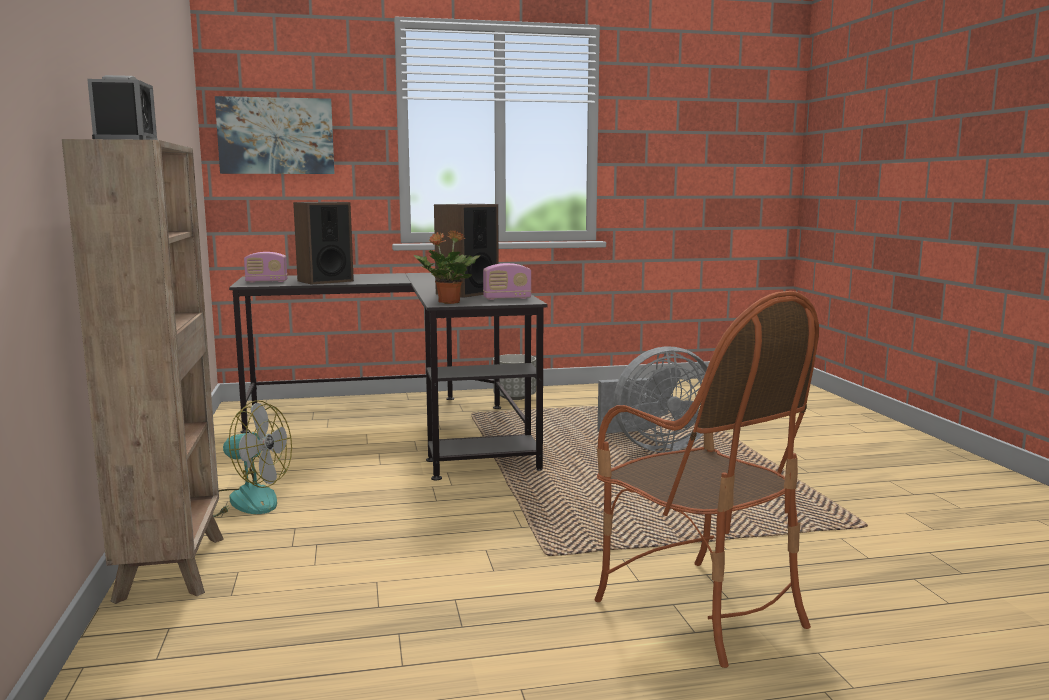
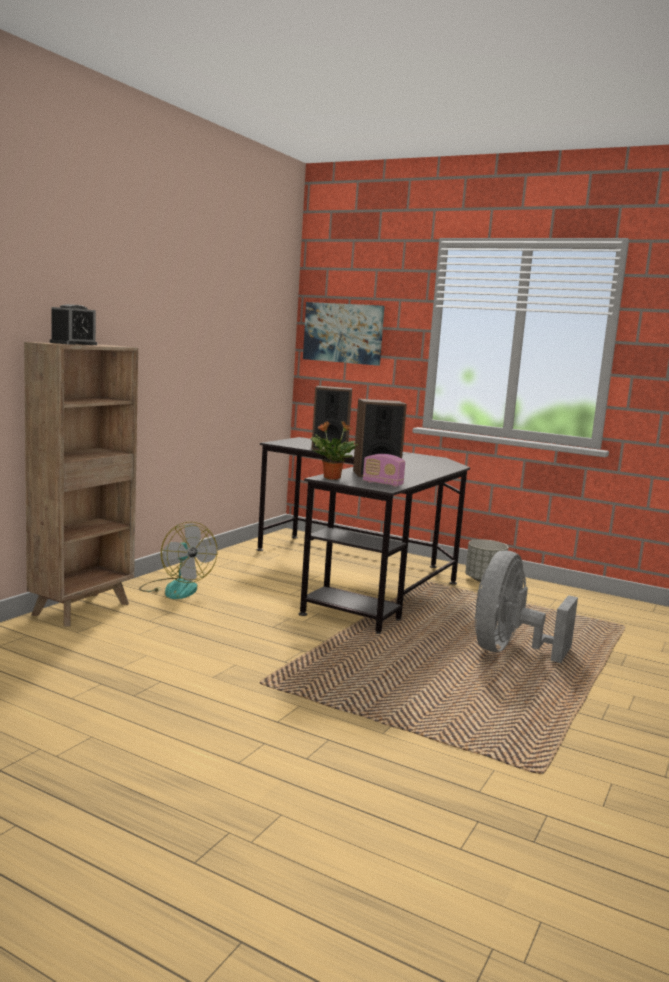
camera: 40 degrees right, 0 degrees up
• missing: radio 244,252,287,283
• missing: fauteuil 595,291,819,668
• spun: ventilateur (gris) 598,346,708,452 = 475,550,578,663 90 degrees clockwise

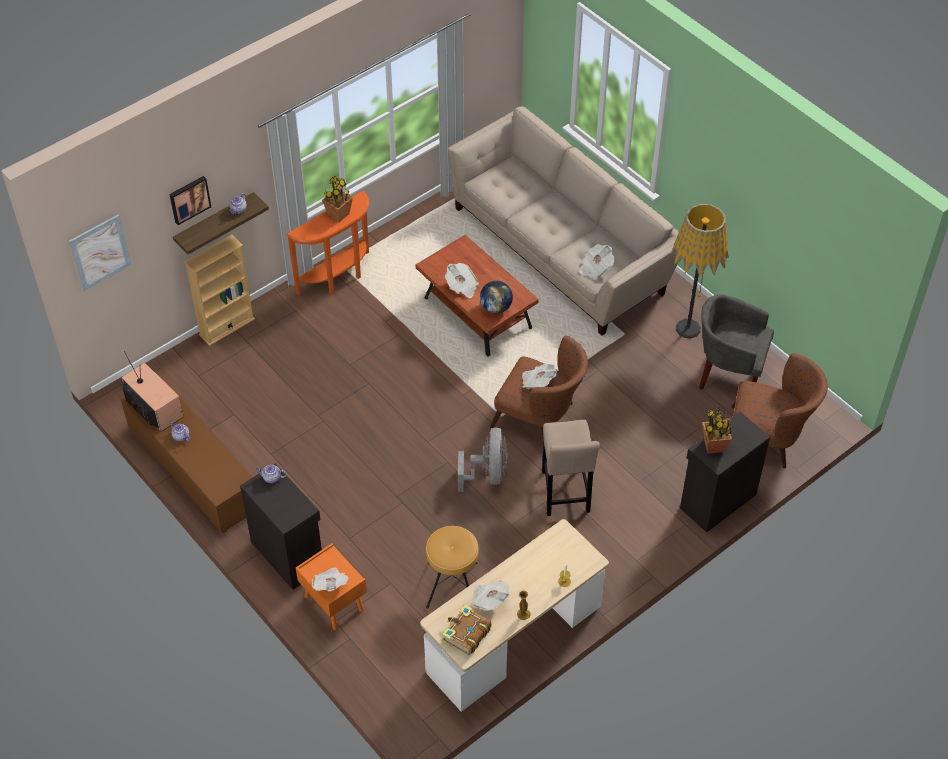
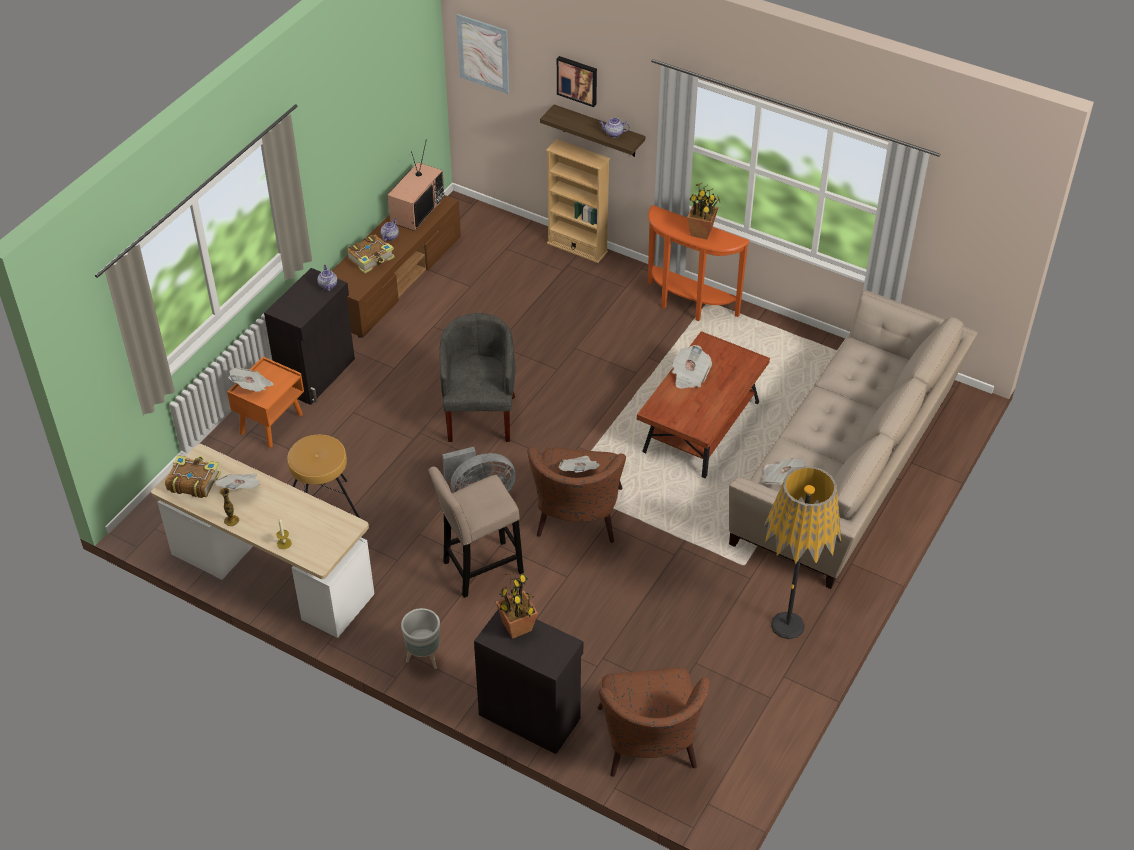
camera: 70 degrees right, 5 degrees down
• missing: globe 480,281,513,314
• relocated: fauteuil (gris) 699,294,774,390 to 439,313,515,442
• appeared: livre 346,234,395,274
• appeared: cache-pot (gris) 401,608,440,669

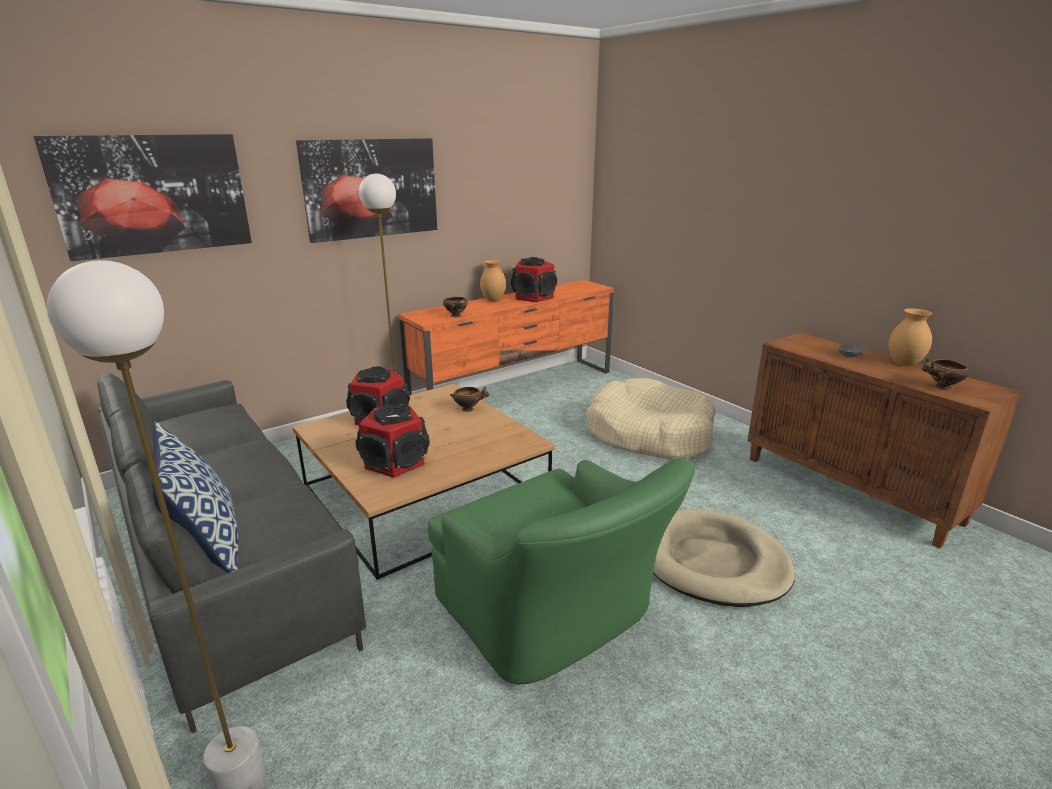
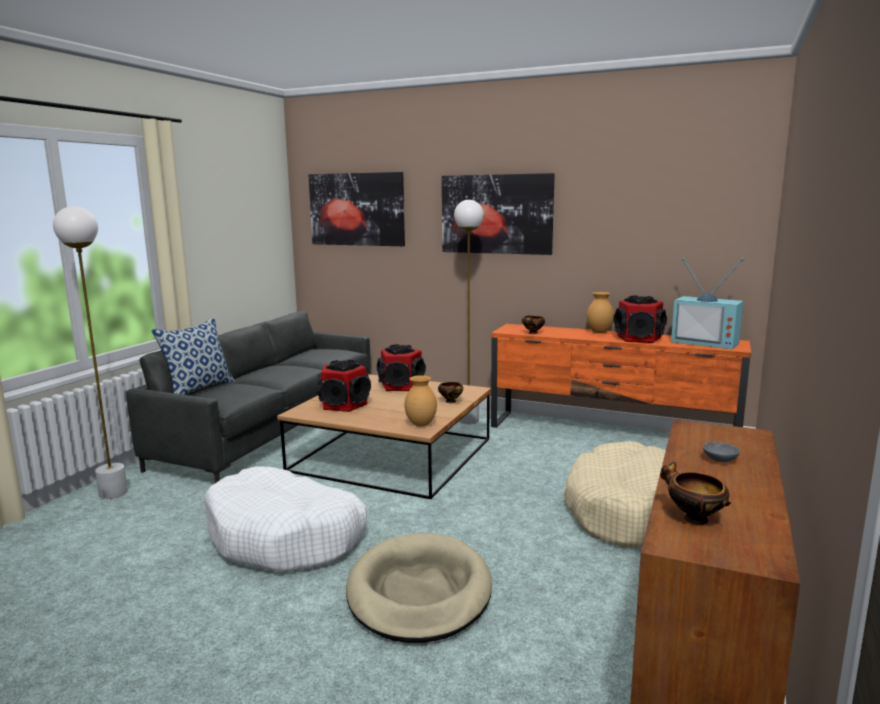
camera: 60 degrees right, 10 degrees down
• exchanged: fauteuil (vert) 428,458,695,684 to panier pour chien (blanc) 204,466,367,572
• relocated: vase (marron) 888,308,932,366 to 405,375,437,426
• appeared: téléviseur 671,258,744,349

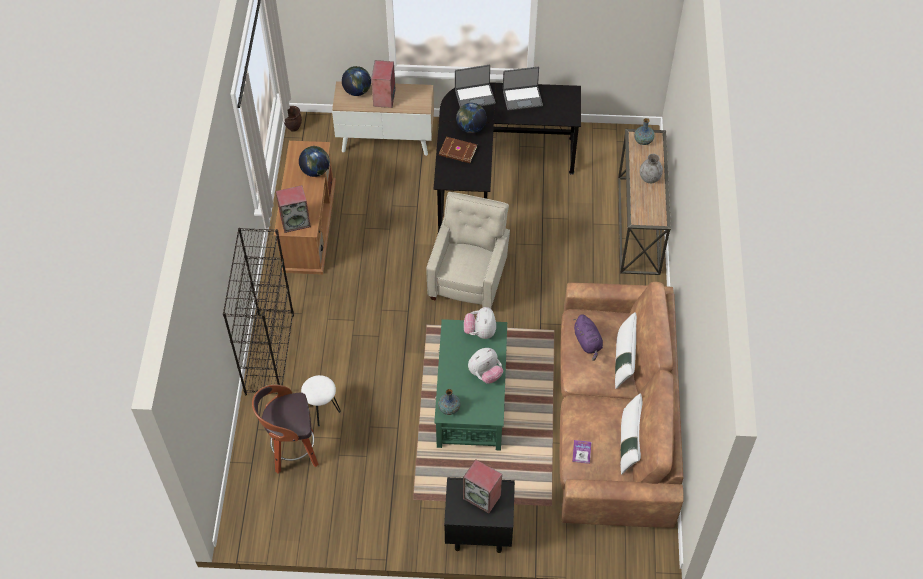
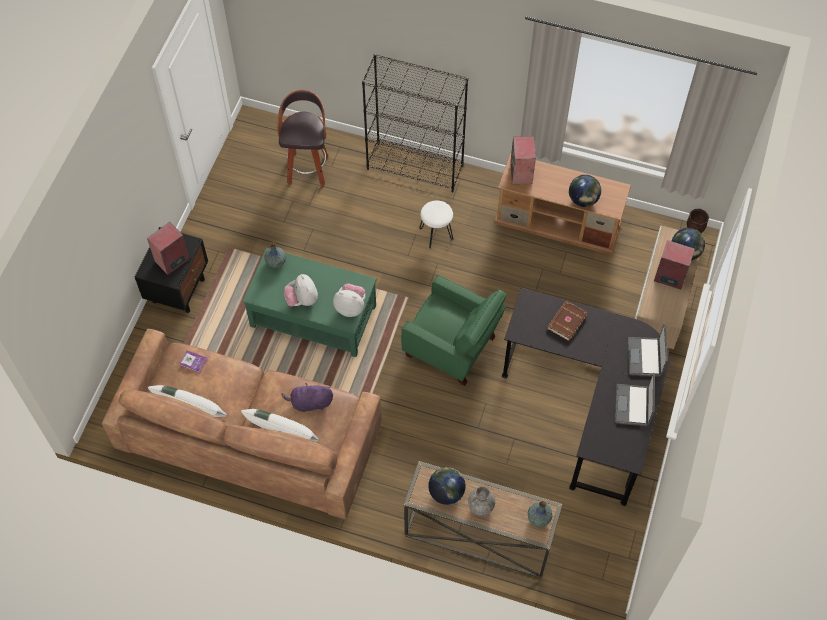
camera: 105 degrees right, 5 degrees up
• relocated: tabouret (blanc) 301,375,341,426 to 419,200,453,249
• colour: fauteuil (beige) 426,192,510,309 to fauteuil (vert) 401,275,506,386
• relocated: globe 456,103,487,133 to 428,467,465,505

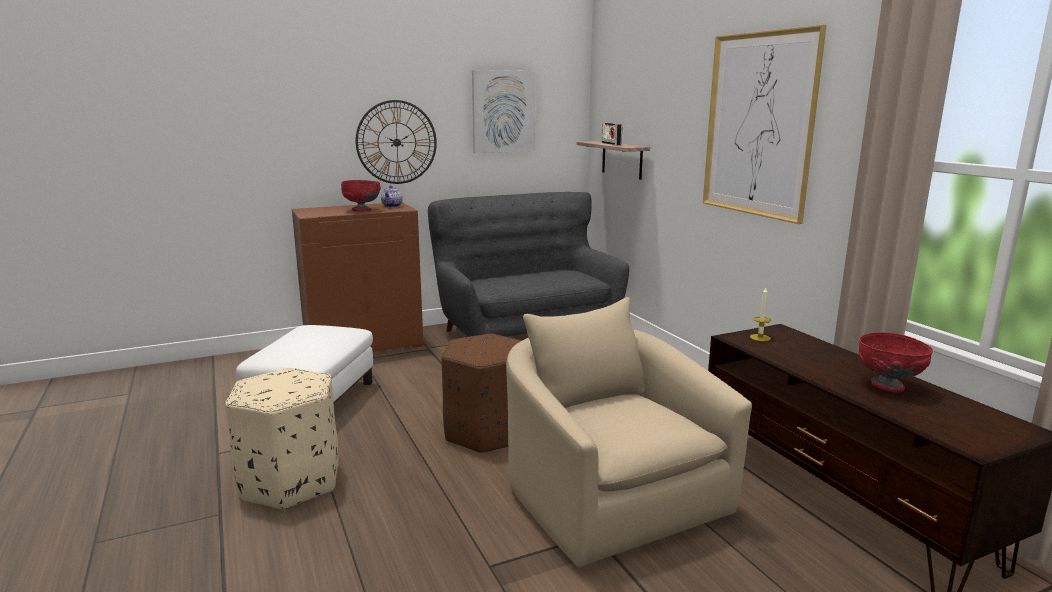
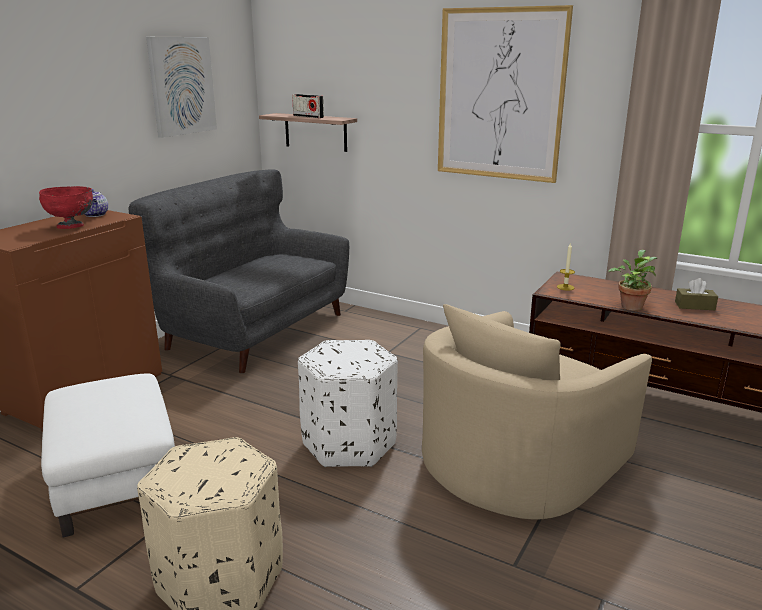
camera: 35 degrees left, 5 degrees up
• missing: horloge murale 356,100,437,184
• colour: pouf (marron) 441,333,522,454 to pouf (blanc) 298,340,398,467
• spun: fauteuil (beige) 506,297,752,567 = 422,304,652,519 75 degrees counterclockwise
• exchanged: bol (rouge) 858,332,933,393 to boîte à mouchoirs (marron) 675,278,718,310
• appeared: plante en pot 608,250,657,311

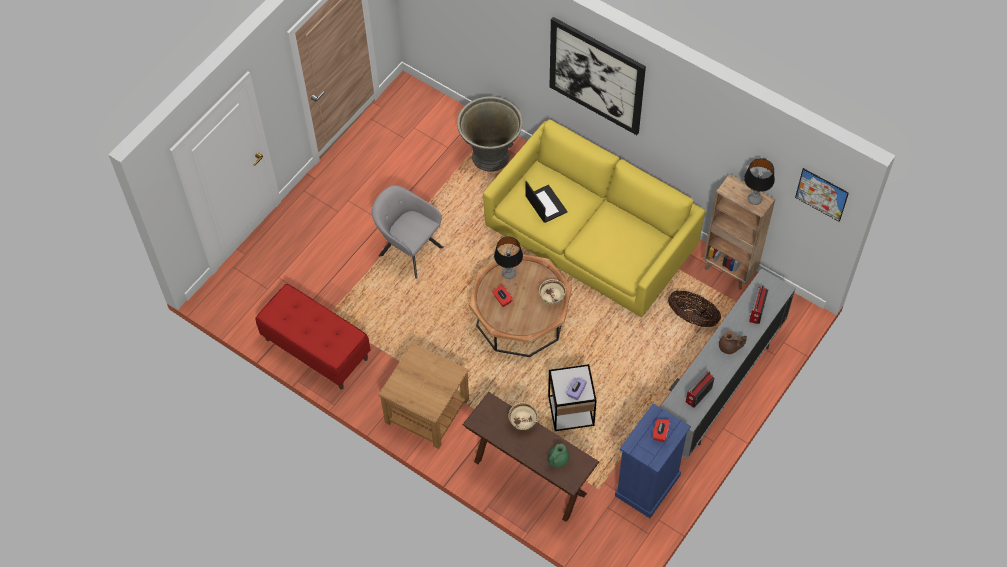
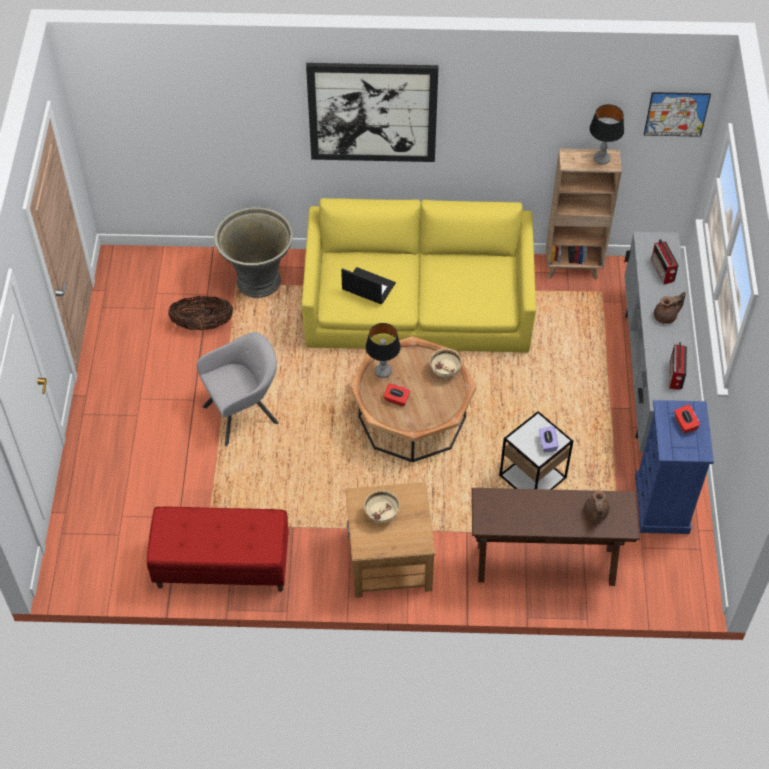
camera: 35 degrees left, 5 degrees down
• spun: fauteuil (gris) 372,185,444,279 = 197,332,279,446 150 degrees clockwise
• relocated: bol (beige) 509,402,538,430 to 364,490,400,523
• colour: théière (vert) 548,444,569,467 to théière (marron) 584,491,609,522
• relocated: panier 668,290,721,327 to 168,296,233,330

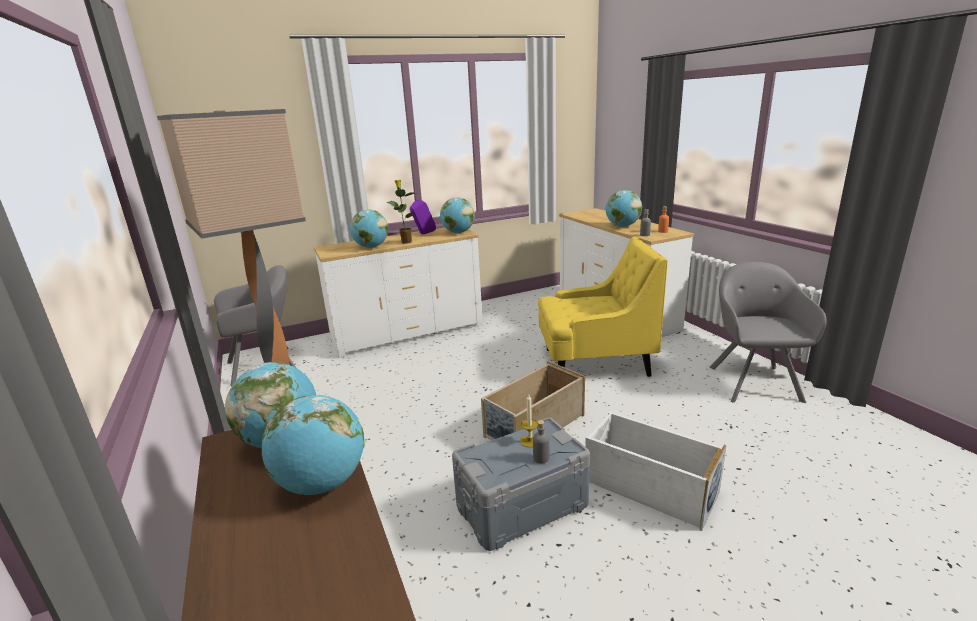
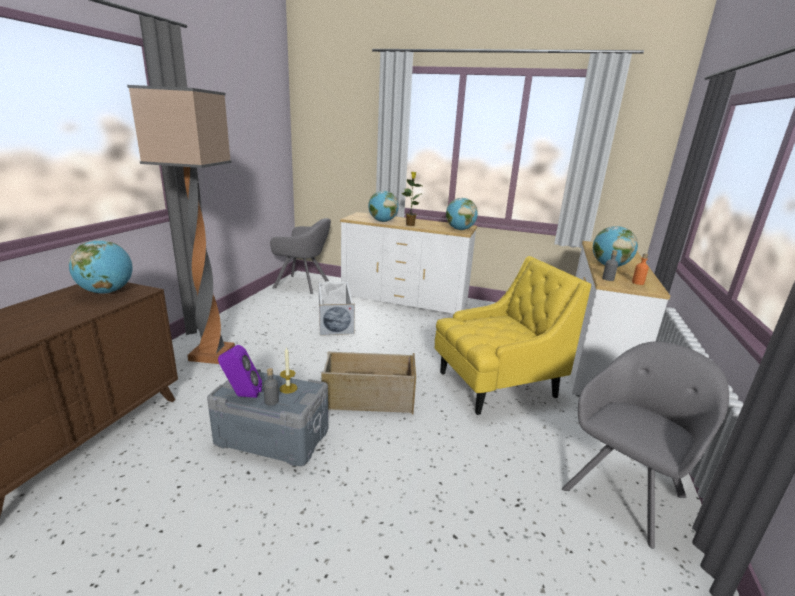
camera: 40 degrees right, 0 degrees up
• missing: globe 262,395,365,495
• relocated: enceinte (violet) 410,200,436,234 to 218,345,262,398
• spun: fauteuil (jaune) 538,237,668,377 = 435,256,591,415 60 degrees counterclockwise
• relocated: boîte de rangement (blanc) 585,411,726,531 to 319,282,355,335

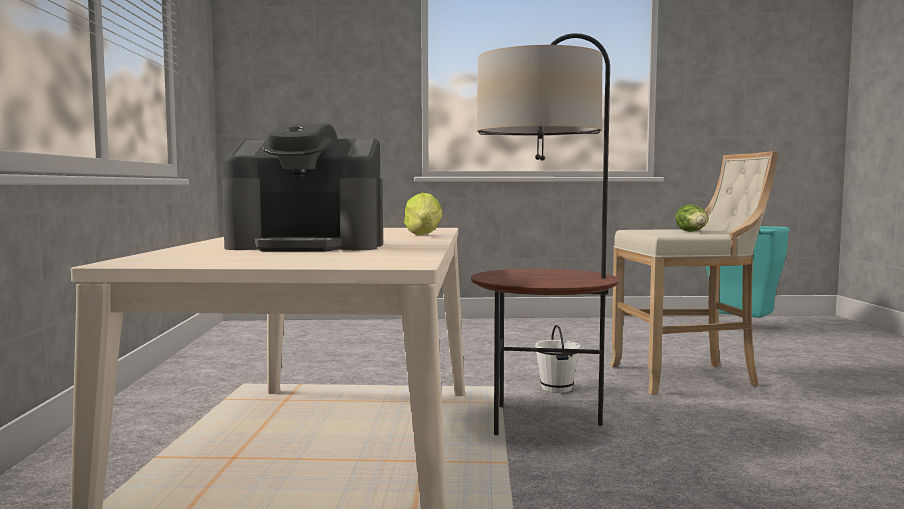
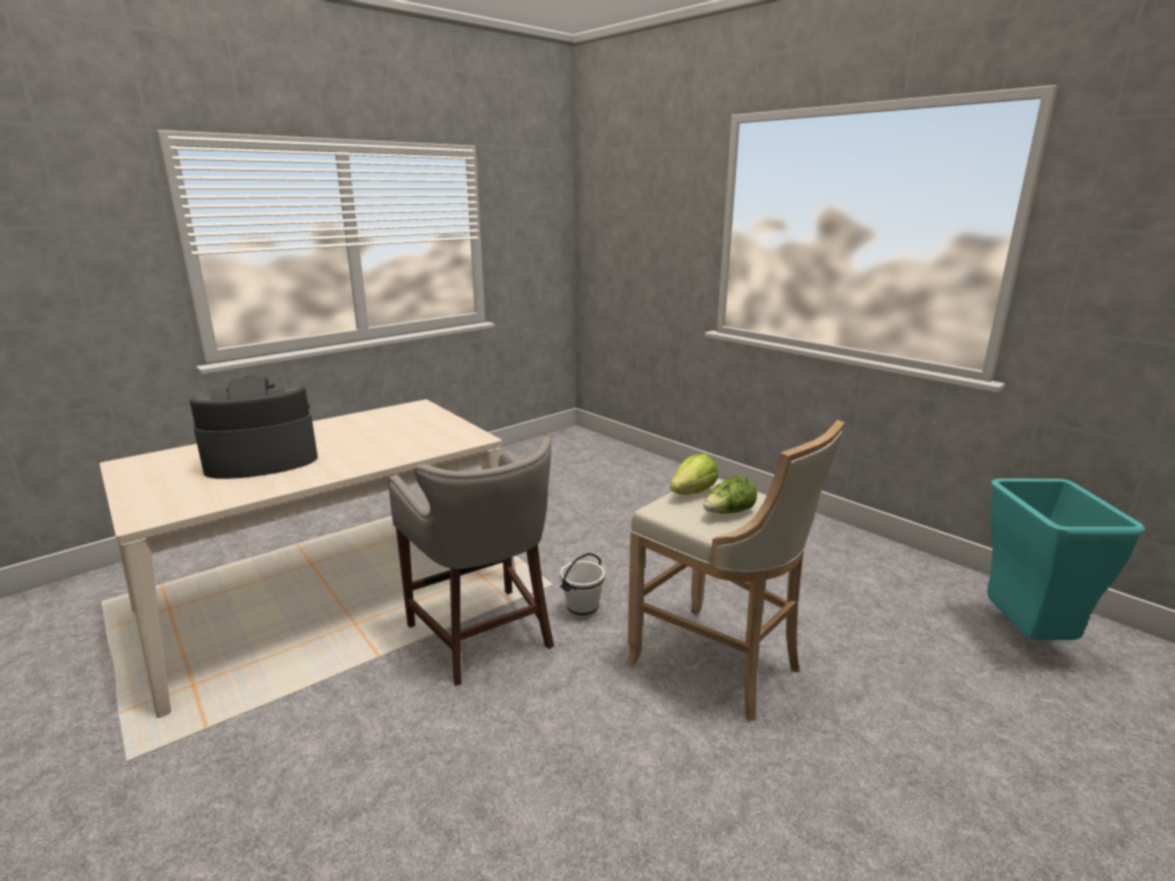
camera: 50 degrees right, 15 degrees up
• spun: machine à café 222,123,383,252 = 190,376,318,479 105 degrees clockwise
• relocated: laitue 404,193,443,235 to 670,453,718,495
• exchanged: lampadaire 471,33,619,435 to tabouret (gris) 388,437,554,686

